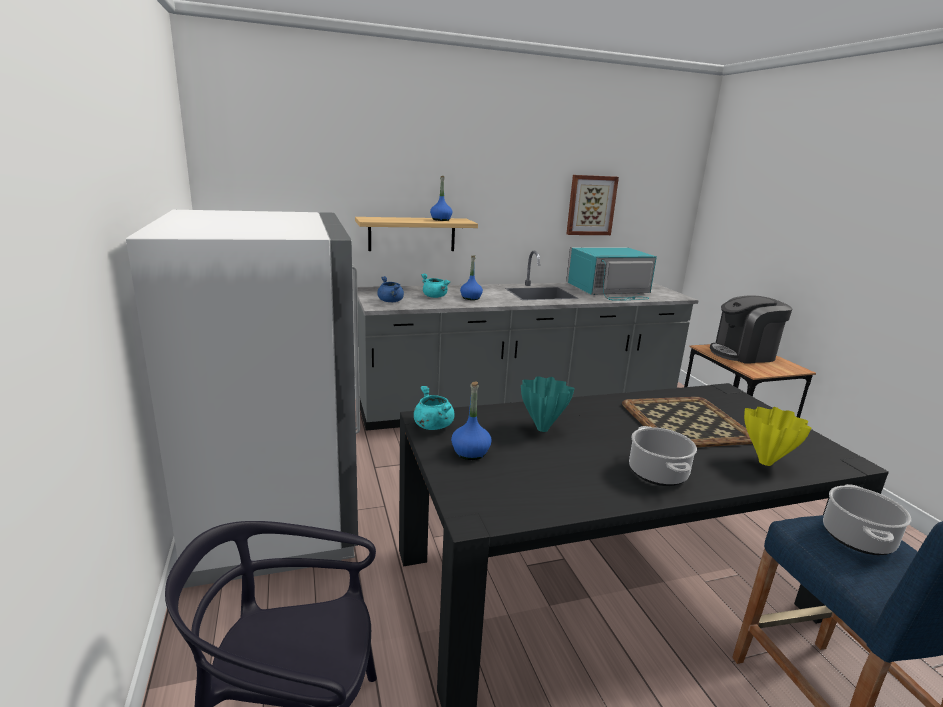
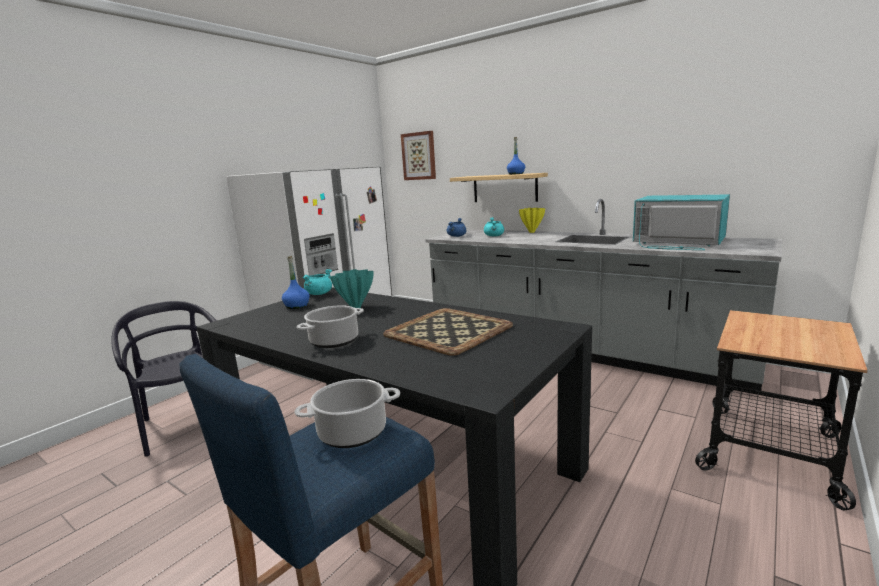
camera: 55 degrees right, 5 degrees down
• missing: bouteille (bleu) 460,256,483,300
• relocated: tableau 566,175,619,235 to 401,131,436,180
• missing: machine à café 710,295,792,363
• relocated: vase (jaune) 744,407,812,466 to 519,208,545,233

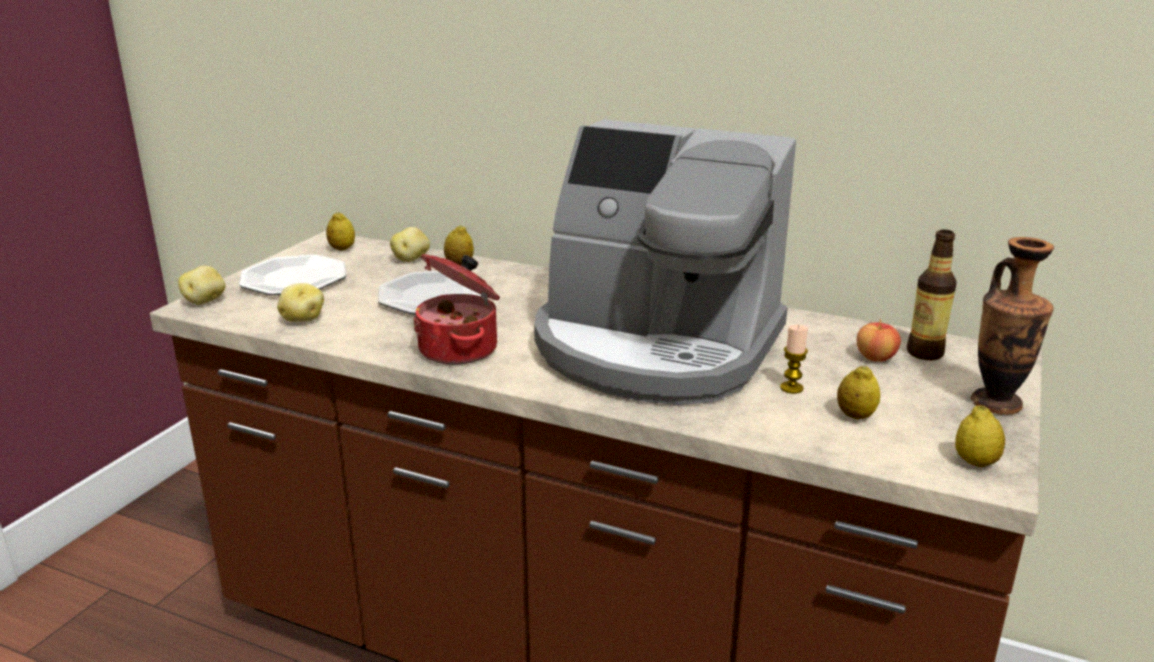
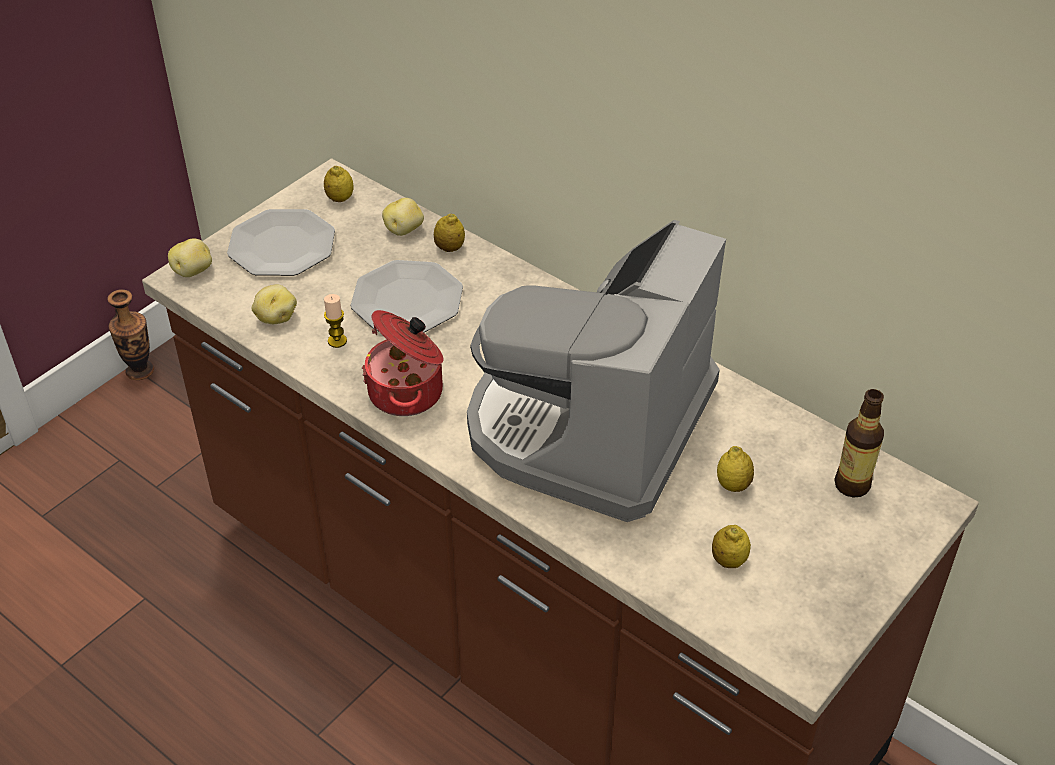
camera: 15 degrees right, 20 degrees up
• spun: machine à café 534,119,796,405 = 467,220,726,522 75 degrees clockwise
• relocated: bougie 780,325,808,394 to 324,294,347,348
• missing: pomme 857,319,901,362
• relocated: citron 955,405,1005,467 to 717,446,754,492
• relocated: vase 971,237,1054,415 to 107,289,154,380

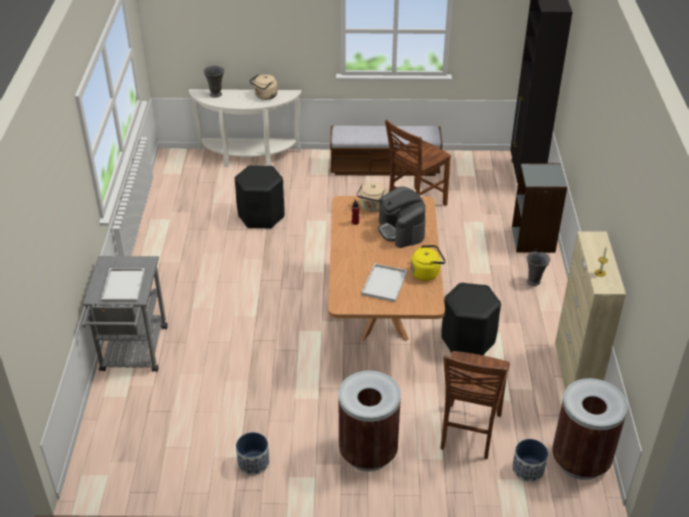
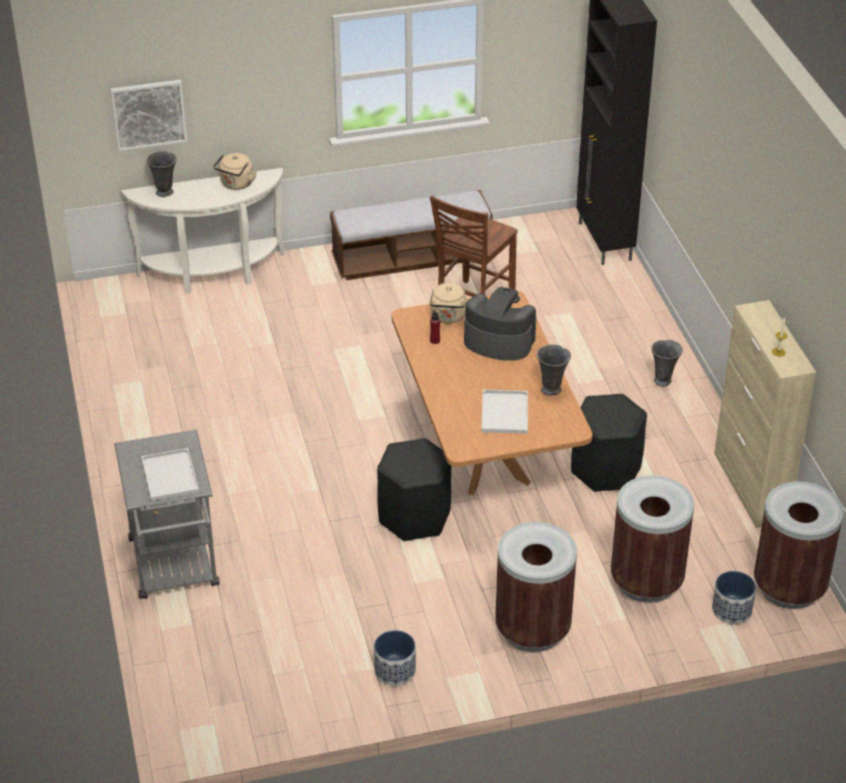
camera: 15 degrees left, 0 degrees up
• relocated: tabouret (noir) 235,165,285,229 to 377,438,451,542
• spun: machine à café 378,187,426,248 = 464,287,536,361 150 degrees clockwise
• exchanged: bouilloire (jaune) 411,245,446,281 to vase (gris) 537,344,571,396
• exchanged: chaise (marron) 440,351,510,459 to poubelle (marron) 611,476,694,603
• missing: bibliothèque (gris) 512,163,567,253
• appeared: tableau 110,80,187,151

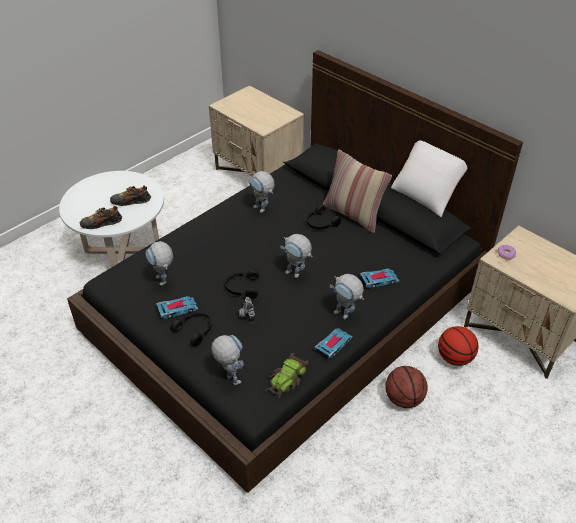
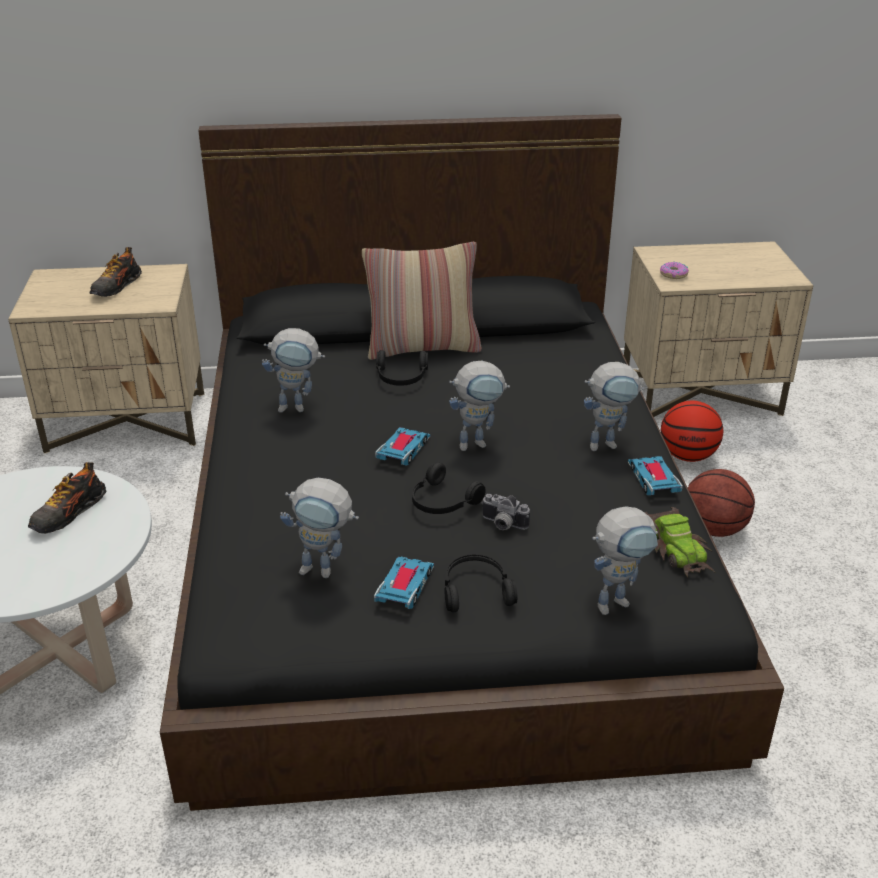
camera: 50 degrees left, 10 degrees down
• relocated: chaussure 79,205,122,229 to 89,247,142,297
• spun: robot jouet 211,335,244,385 = 592,507,658,615 150 degrees clockwise
• relocated: petite voiture 360,269,399,288 to 375,427,430,466
• missing: coussin (blanc) 391,140,467,217

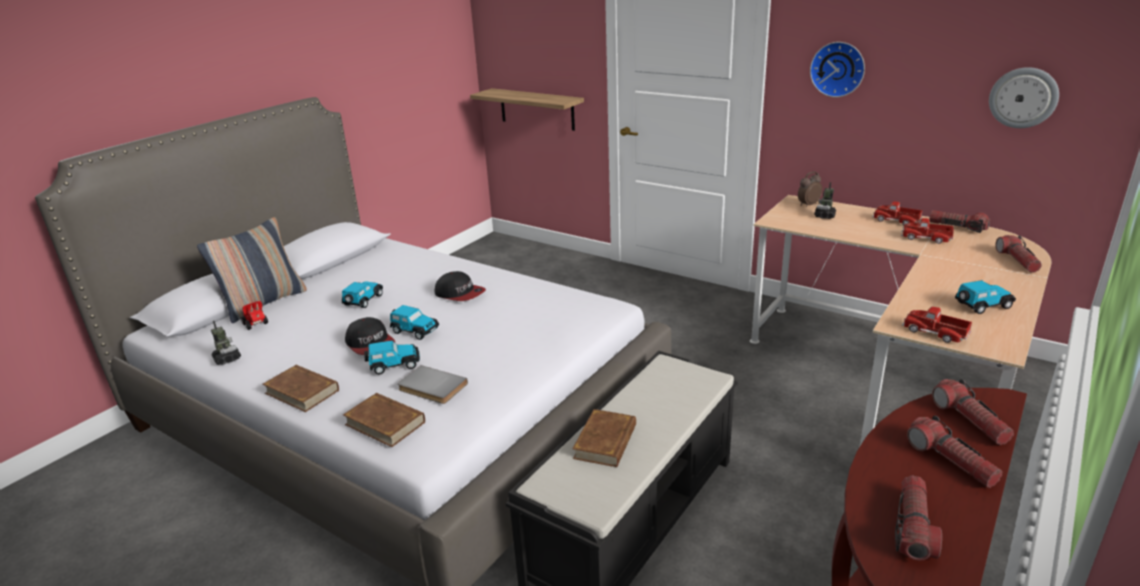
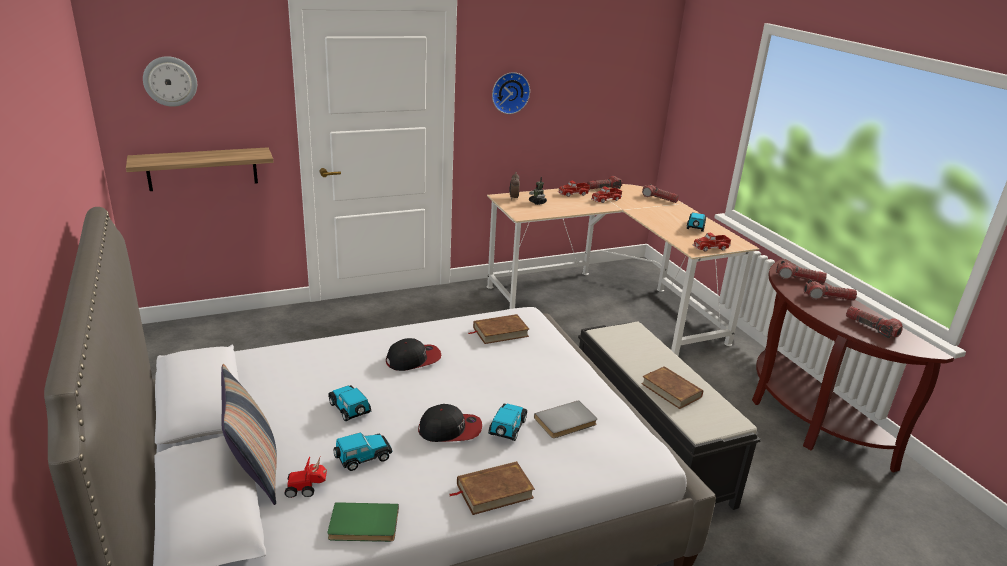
camera: 60 degrees left, 0 degrees up
• exchanged: robot jouet 211,321,241,365 to livre (vert) 328,502,399,542
• relocated: livre (marron) 343,393,425,447 to 468,314,529,344
• relocated: petite voiture 390,305,439,340 to 334,432,392,471
• relocated: horloge murale 989,67,1059,128 to 143,56,197,107

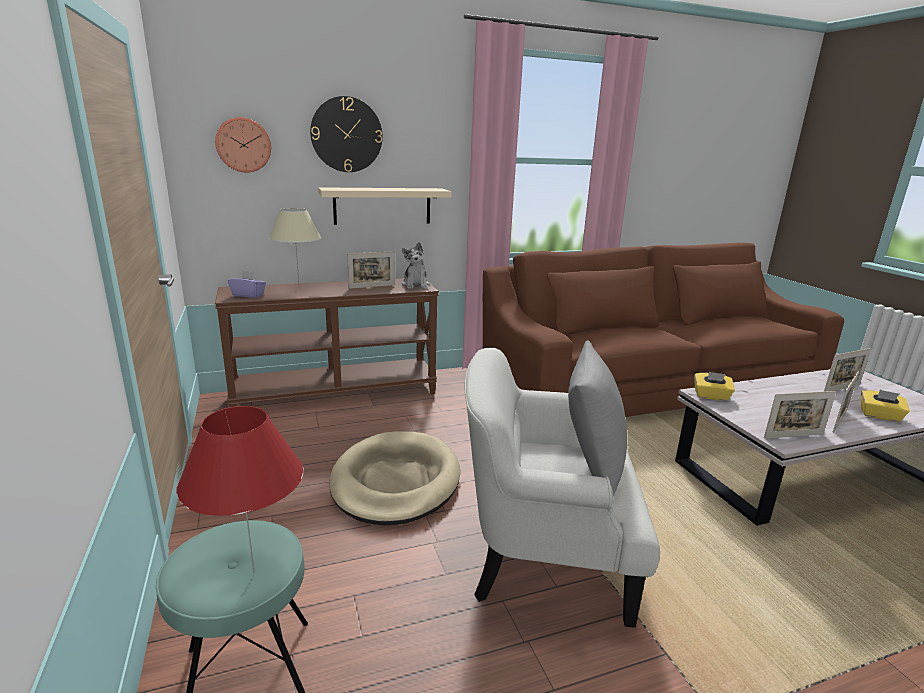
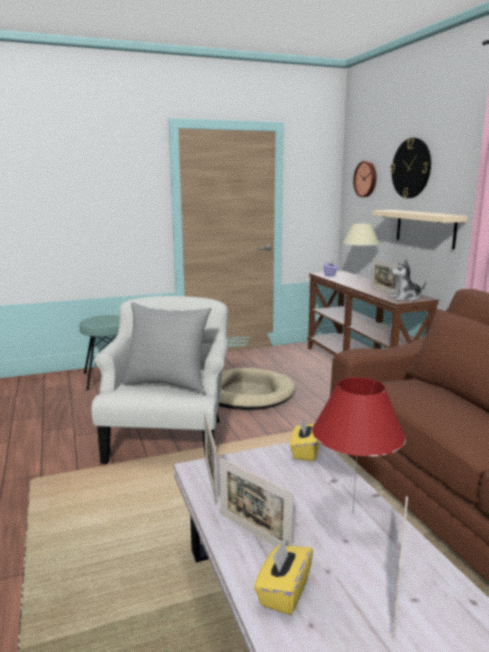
camera: 90 degrees right, 5 degrees down
• relocated: lampe de table (rouge) 176,406,303,573 to 312,377,406,514
• spun: cadre photo 824,348,871,391 = 392,496,408,639 45 degrees clockwise

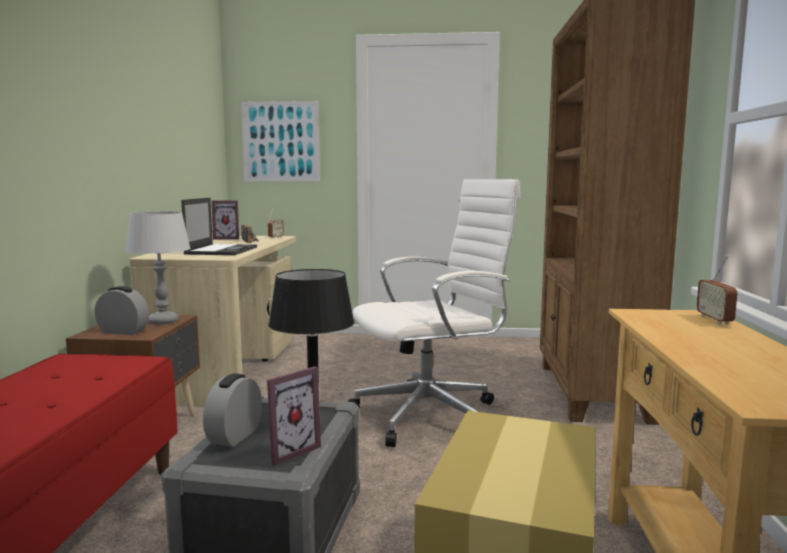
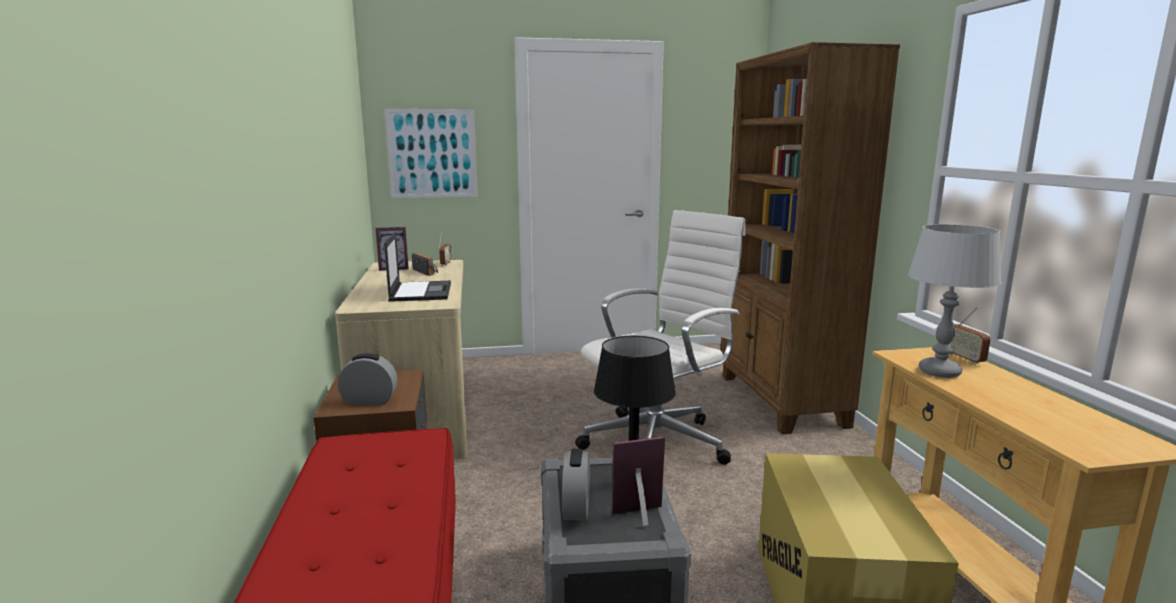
camera: 15 degrees left, 5 degrees up
• relocated: lampe de table (gris) 125,212,191,325 to 908,224,1002,378
• spun: cadre photo 267,366,321,466 = 612,436,665,526 135 degrees counterclockwise

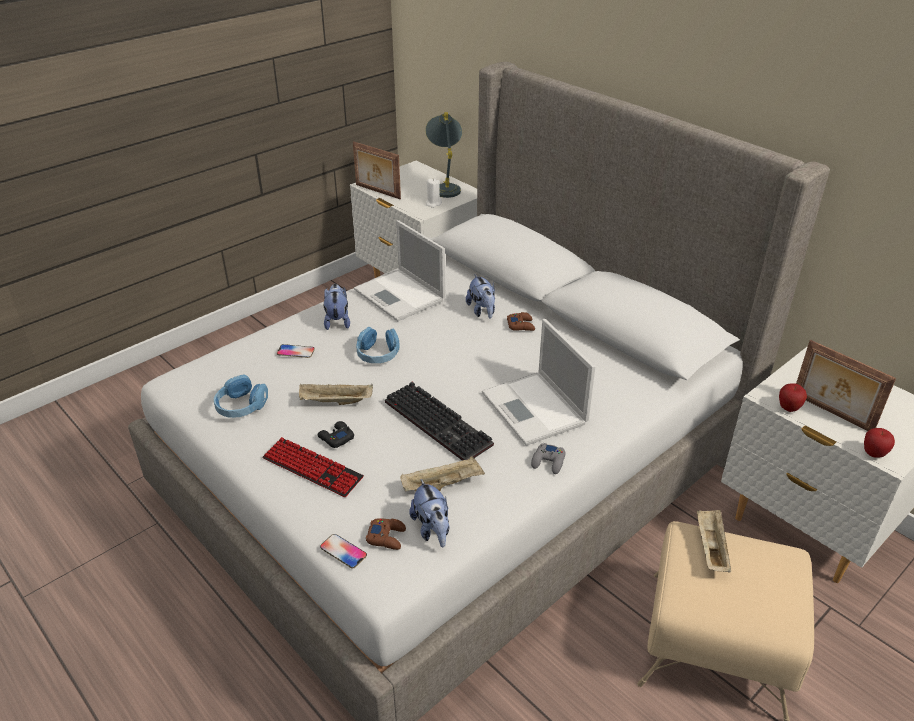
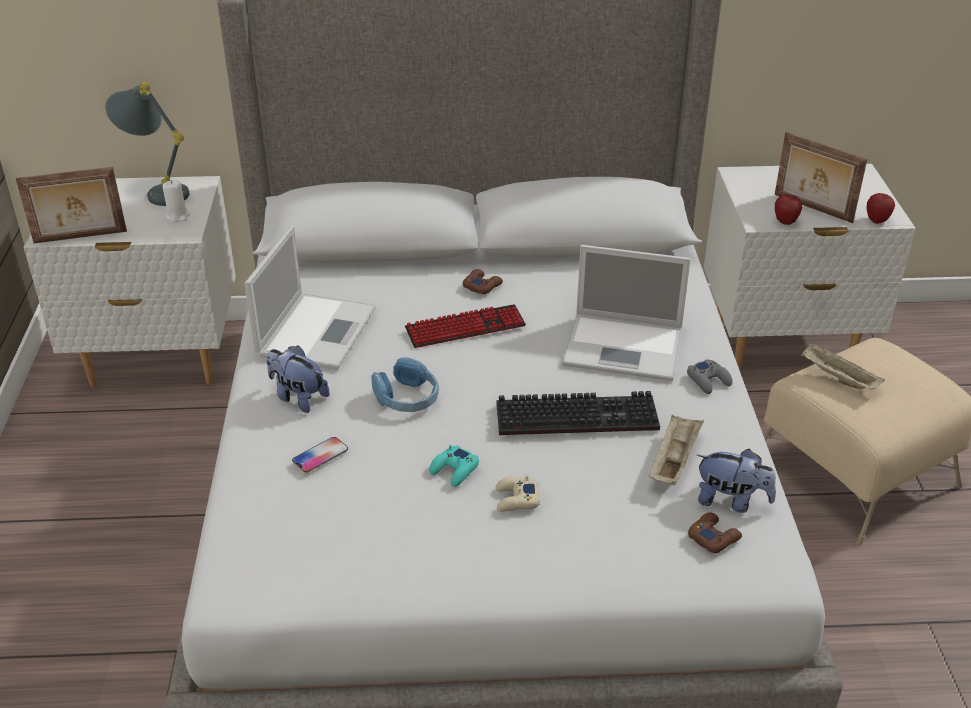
camera: 50 degrees left, 0 degrees up
• missing: casque audio (bleu) 214,374,268,418
• relocated: clavier 262,437,364,497 to 405,304,526,348
• exchanged: plateau (beige) 299,384,373,405 to manette (turquoise) 429,445,479,487
• colour: manette (noir) 317,421,354,448 to manette (beige) 496,475,540,512
• missing: téléphone 320,534,367,569
• spun: ordinateur portable 354,220,445,321 = 244,226,376,370 75 degrees counterclockwise
• missing: peluche 466,274,495,319
• spun: cadre photo 796,340,896,431 = 775,132,867,223 45 degrees clockwise

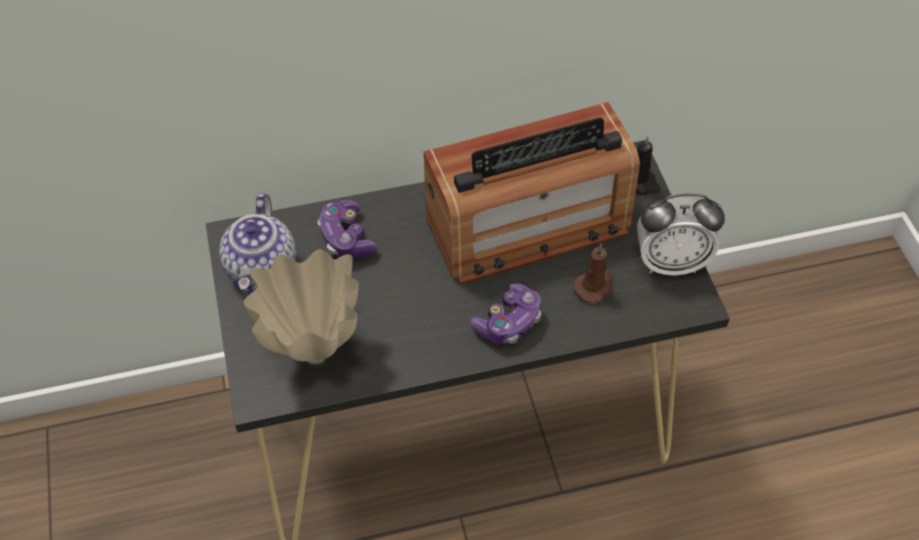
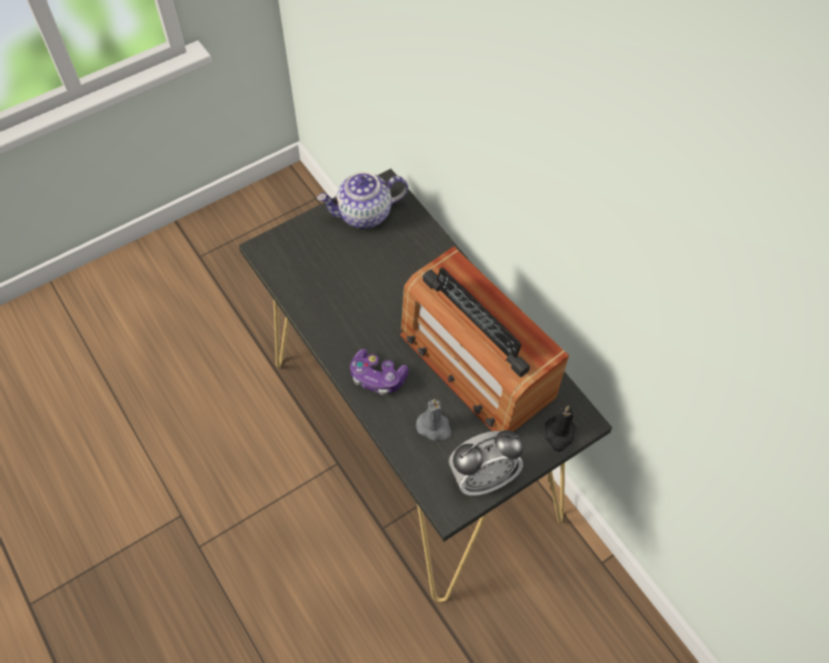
camera: 70 degrees right, 5 degrees up
• missing: vase (beige) 243,249,359,363
• missing: manette 318,200,377,259
• colour: bougie (marron) 573,244,613,303 to bougie (gris) 416,399,452,441
• spun: réveil 637,193,725,276 = 449,430,524,496 90 degrees counterclockwise

